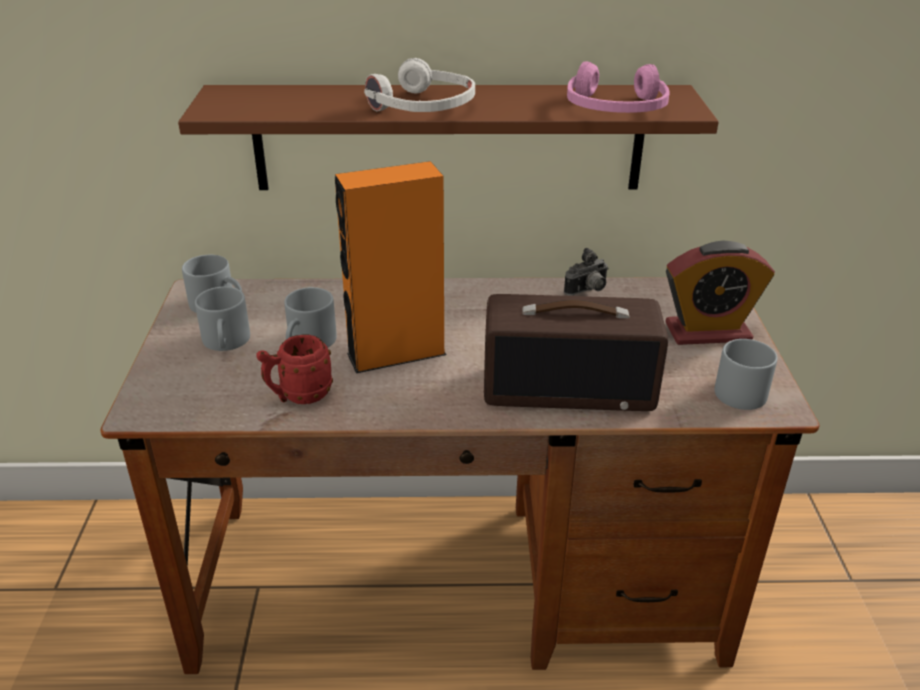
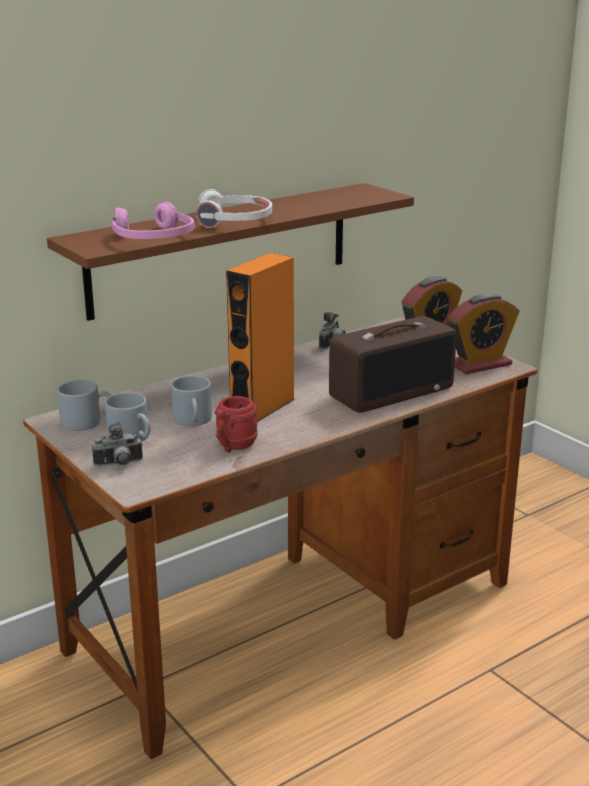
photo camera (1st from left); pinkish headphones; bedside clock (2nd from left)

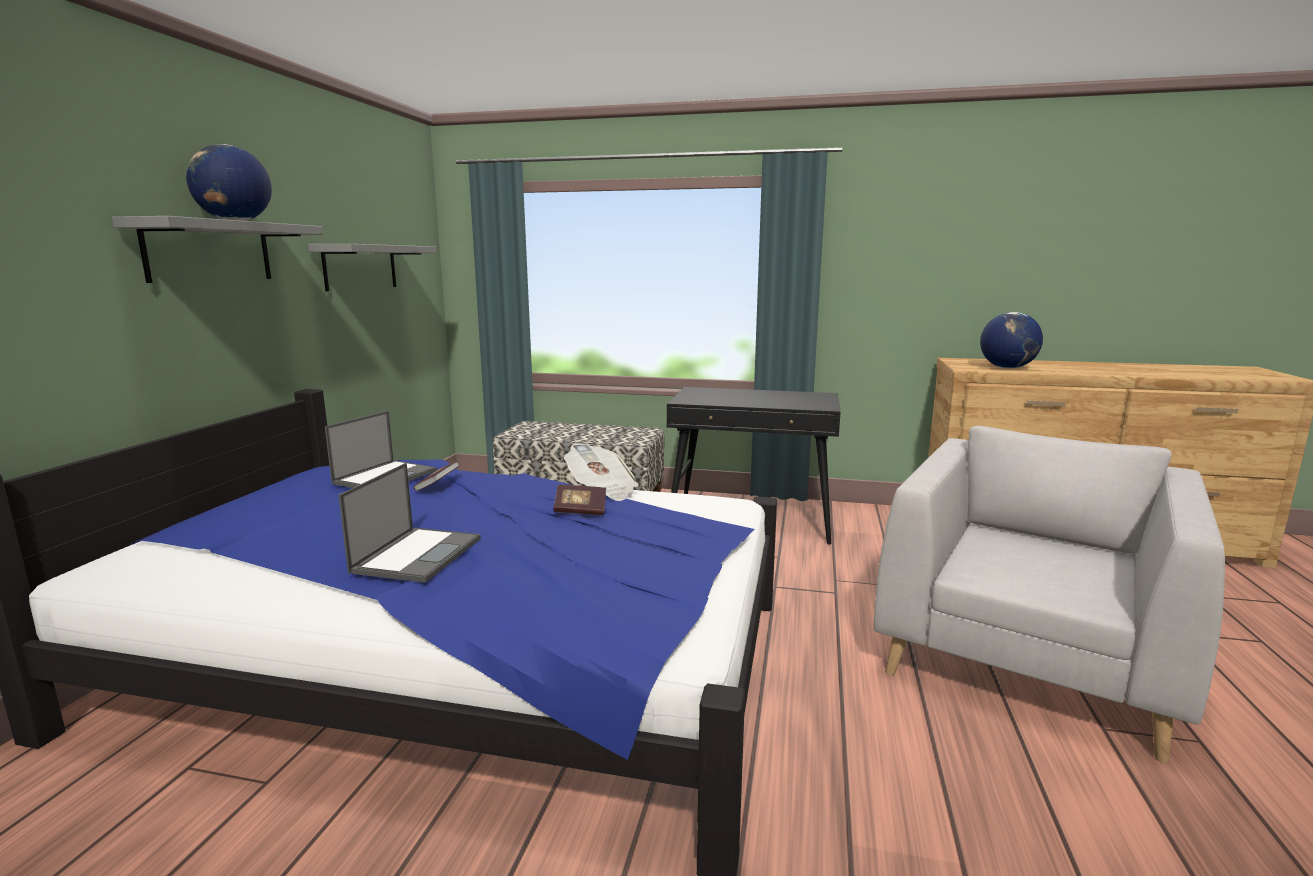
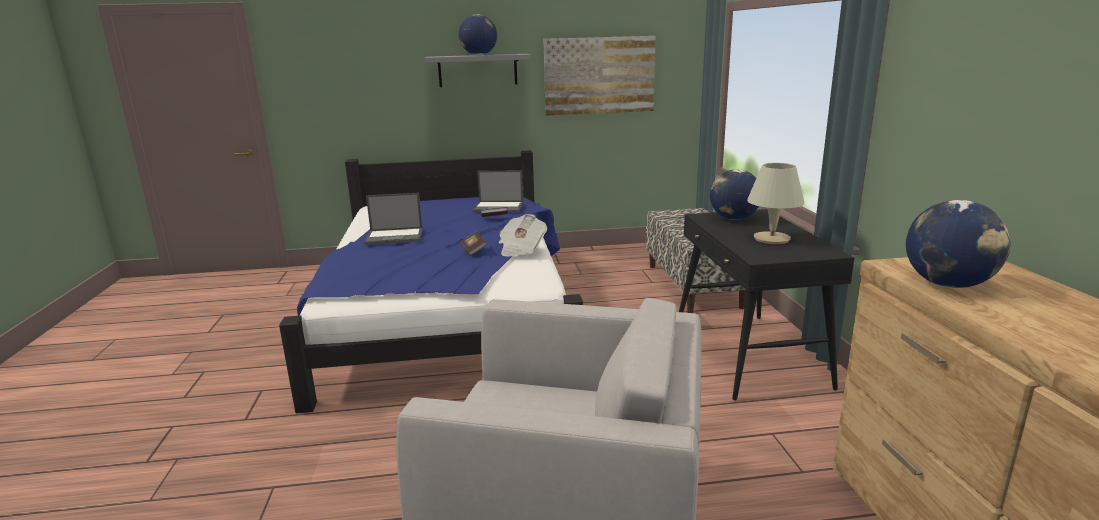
wall picture; desk globe (2nd from left); beige table lamp

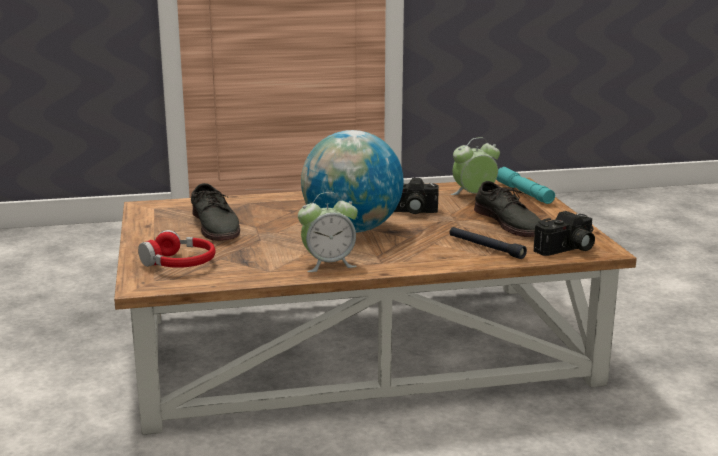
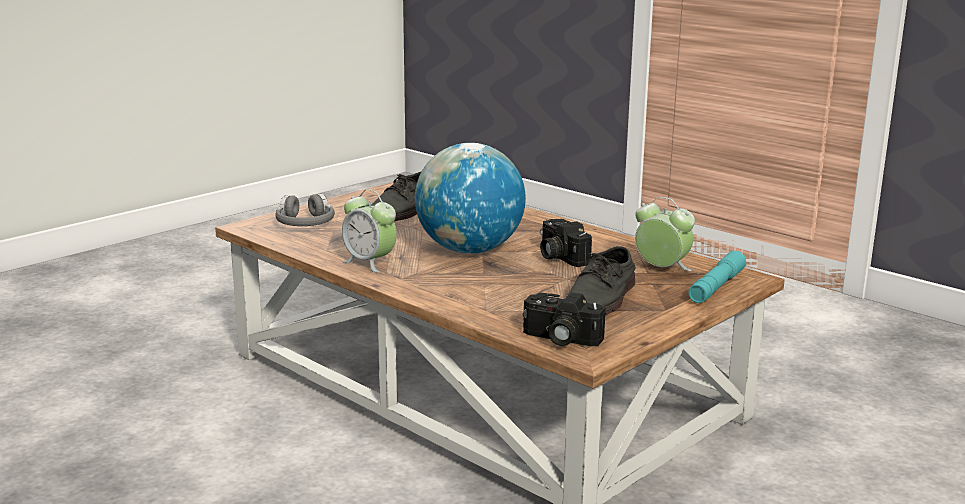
greyish headphones; black-coloured hand torch

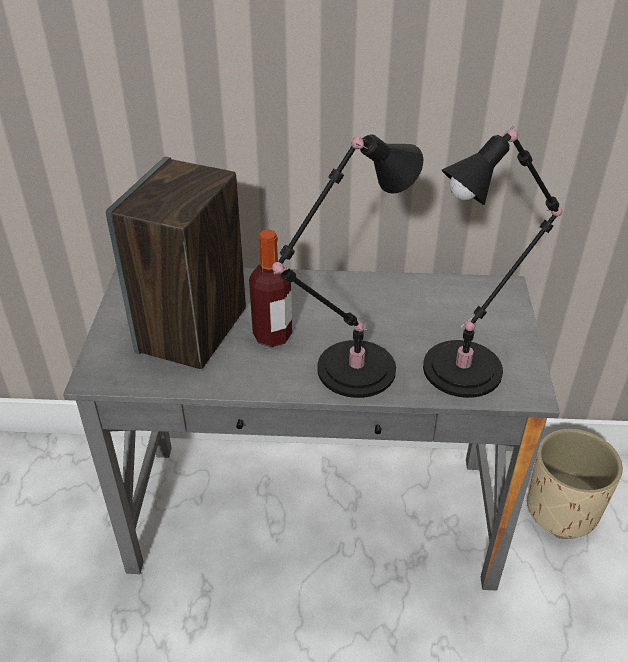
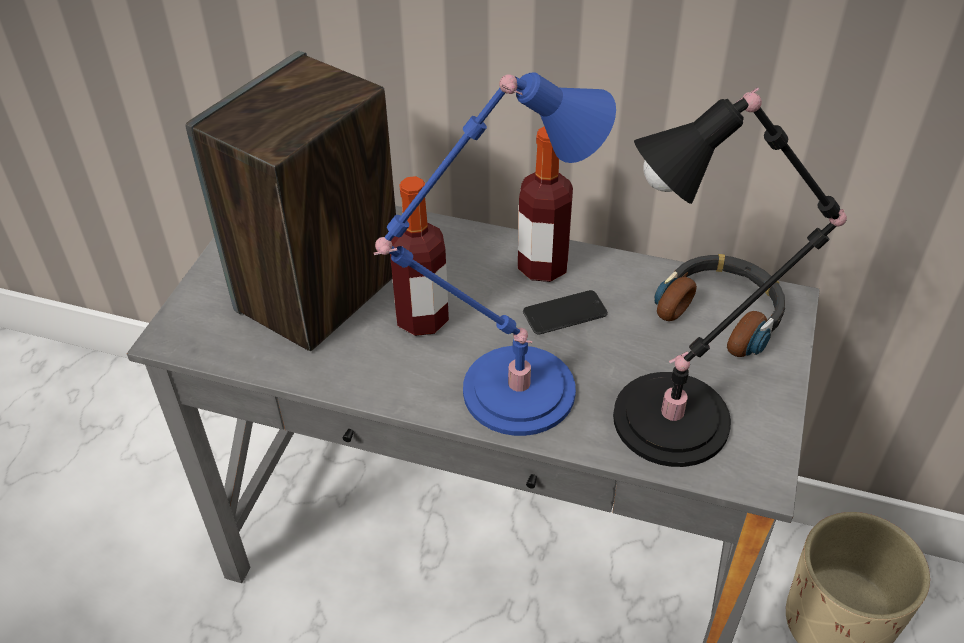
bluish table lamp; bottle (2nd from left); handset; headphones

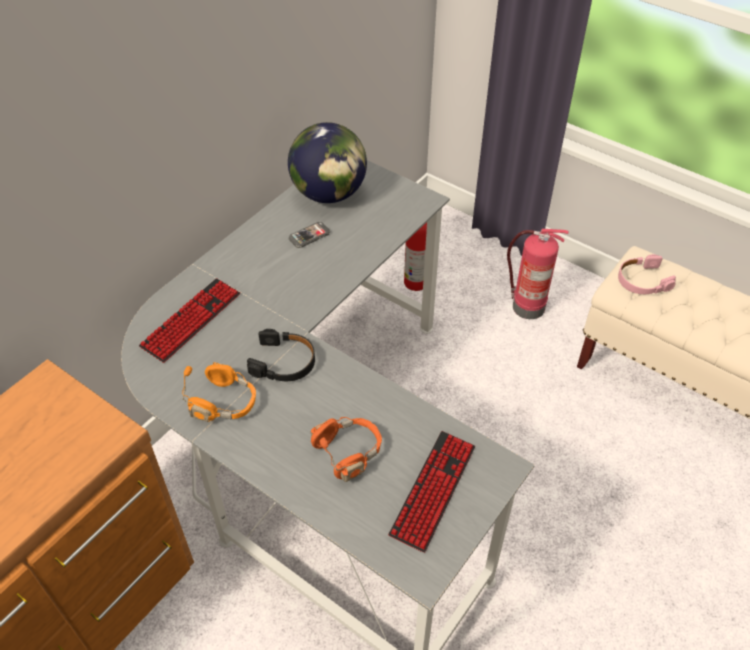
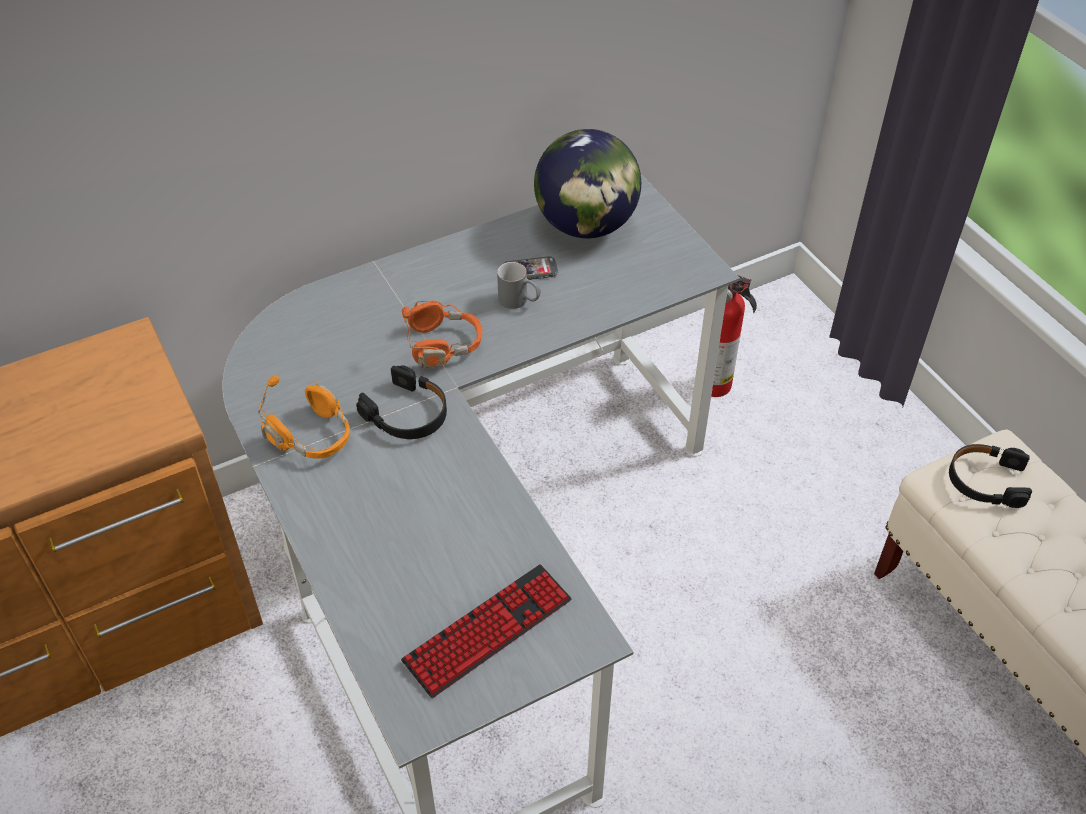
orange-coloured headphones (2nd from left); greyish mug; black-coloured headphones (2nd from left); computer keyboard (1st from left in the first image); extinguisher (2nd from left in the first image)

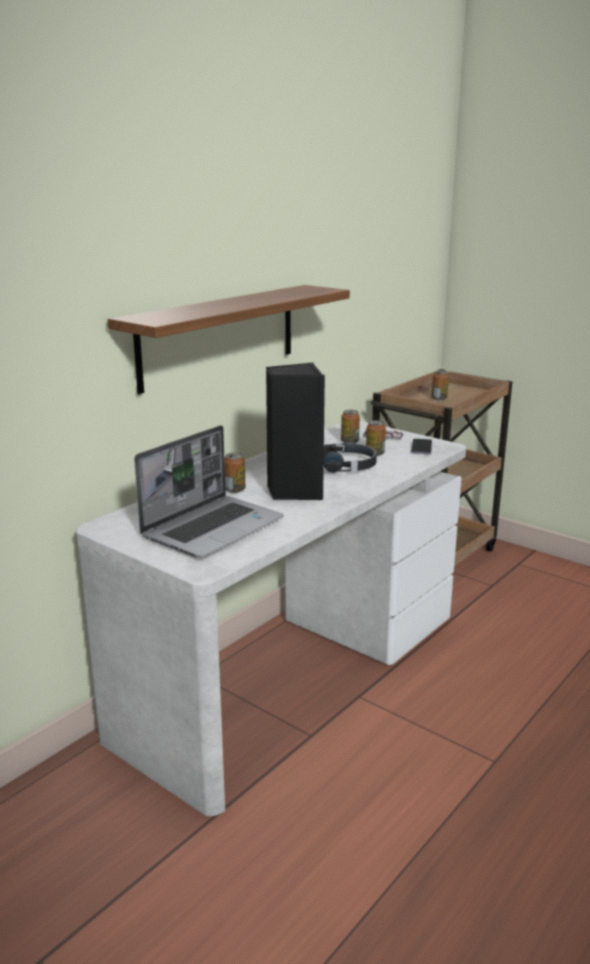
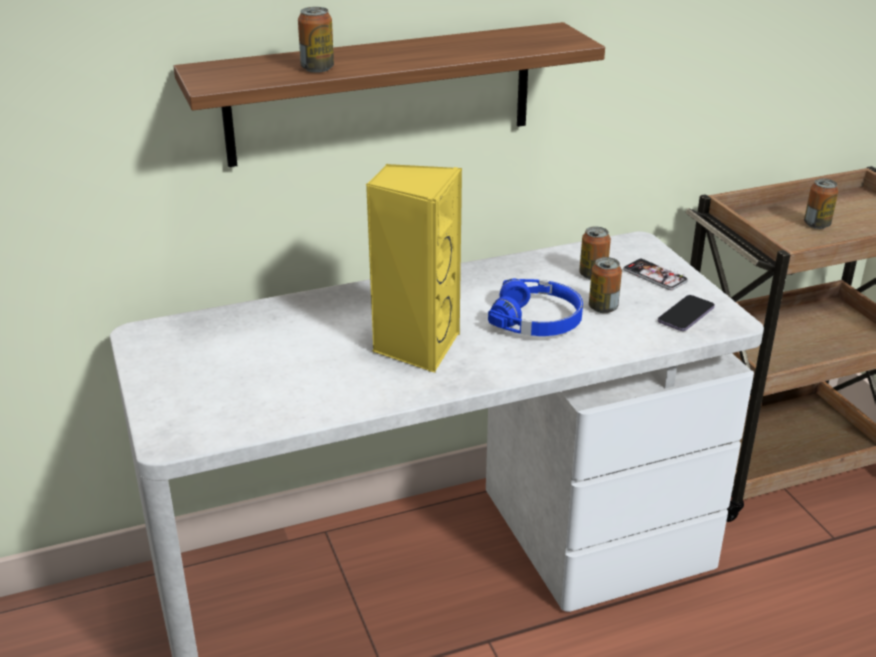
sealed can (1st from left); yellow-coloured audio speaker; bluish headphones; notebook computer

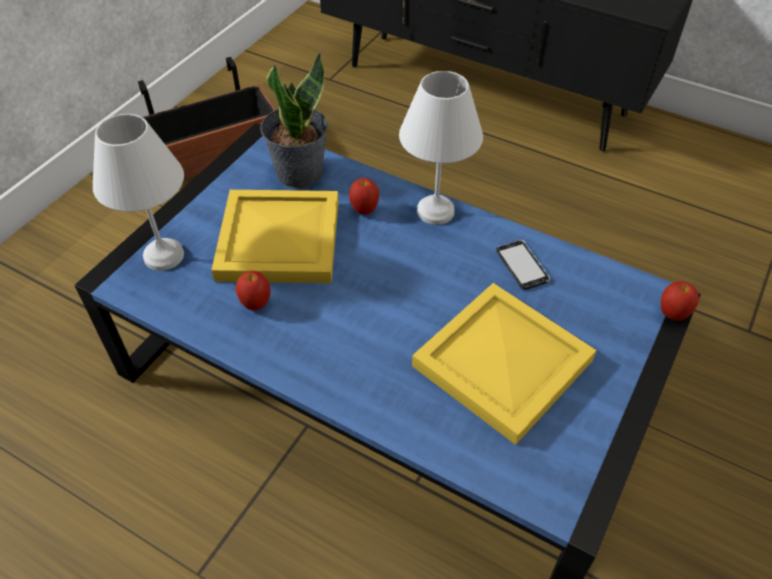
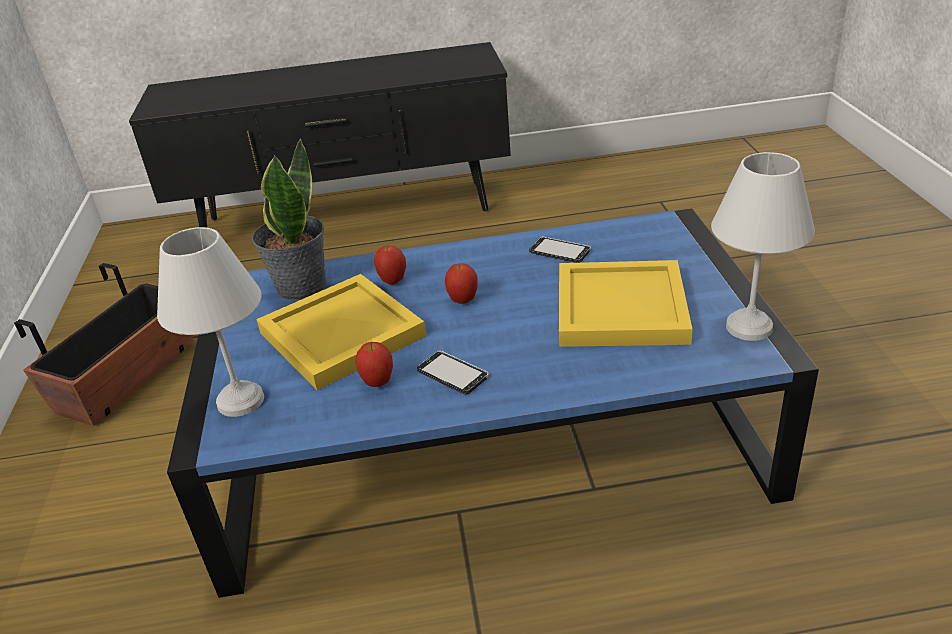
handset (1st from left); apple (3rd from left); whitish table lamp (2nd from left)

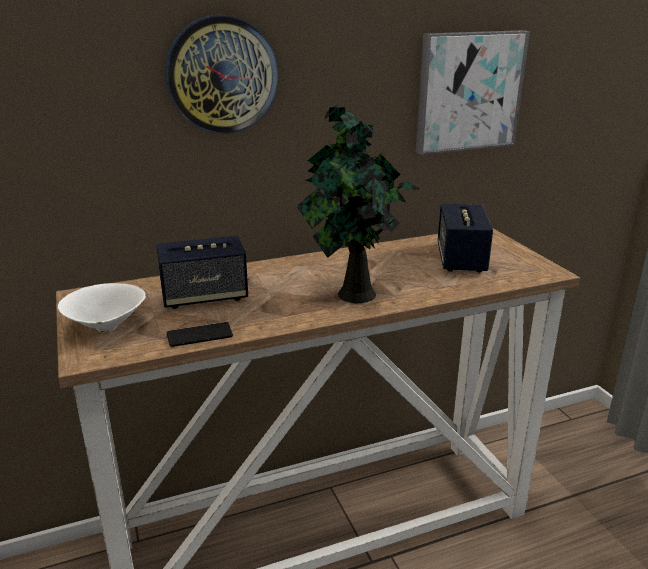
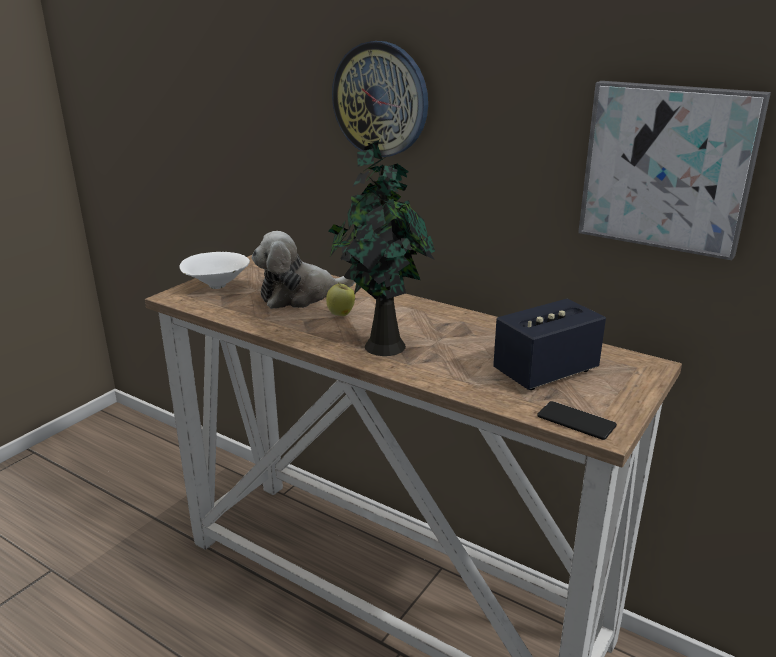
soft toy; apple; handset

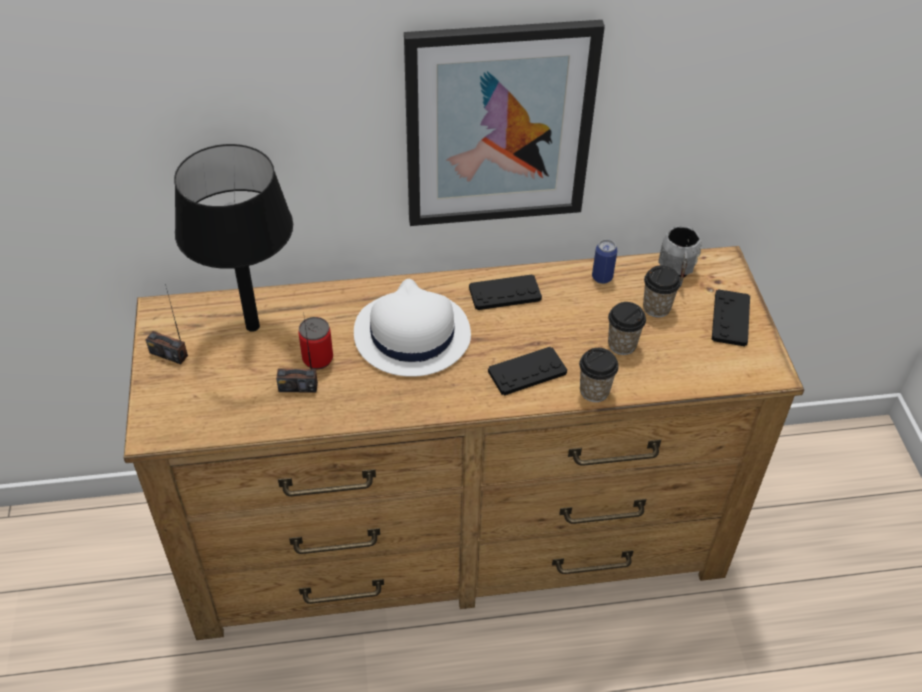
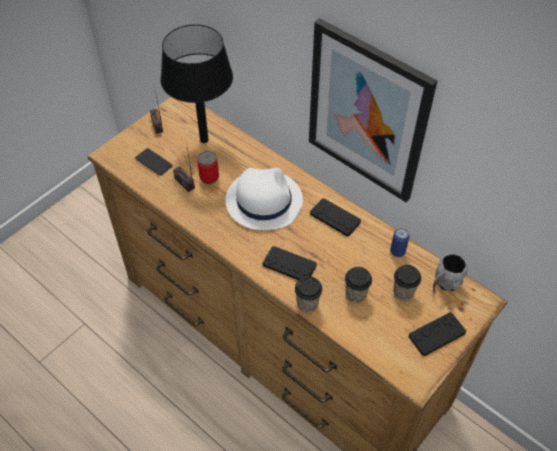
handset

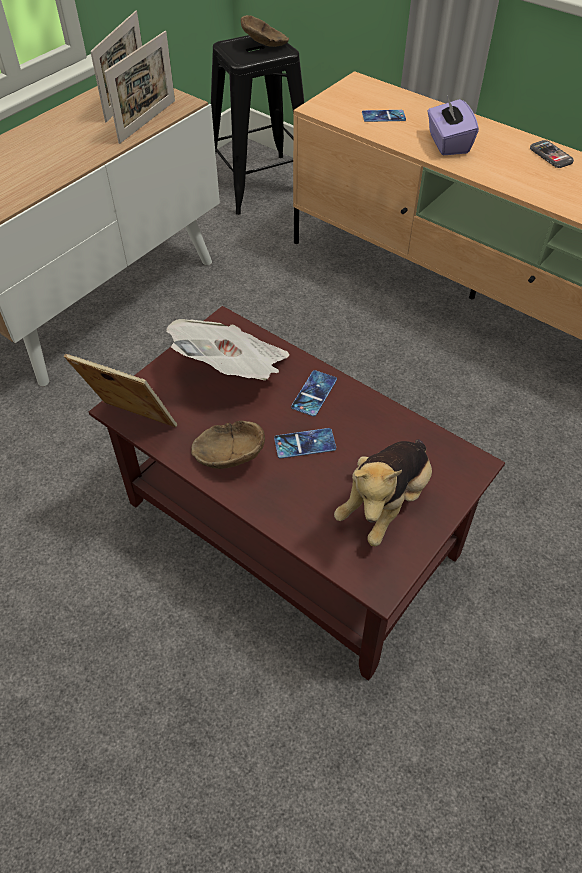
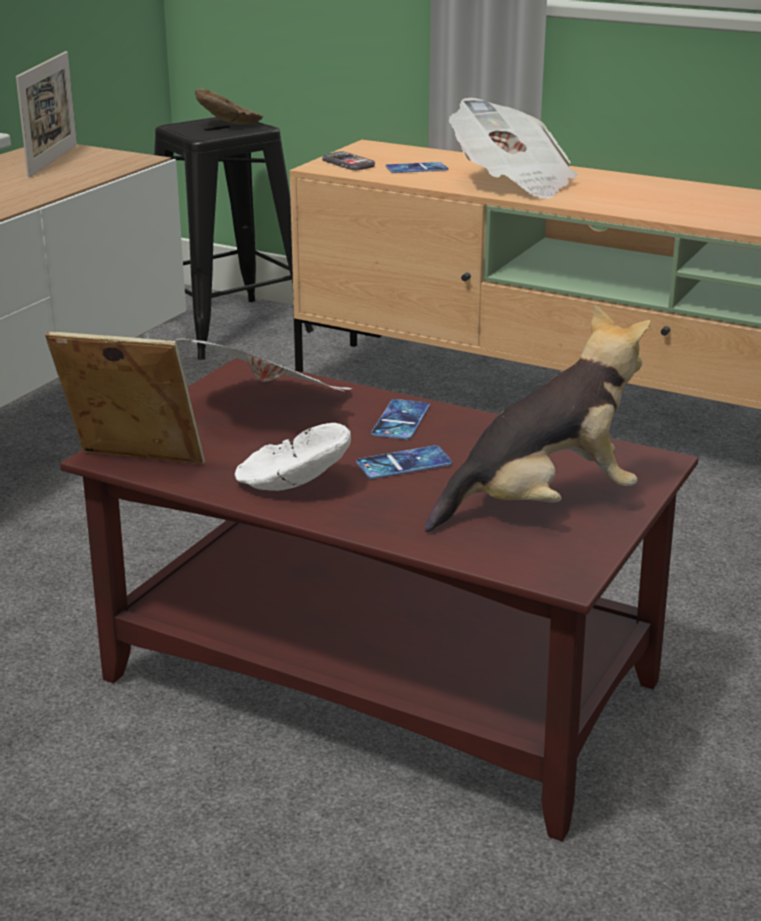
whitish bowl; handset (1st from left); soft toy; daily paper (2nd from left); picture frame (3rd from left in the first image)

